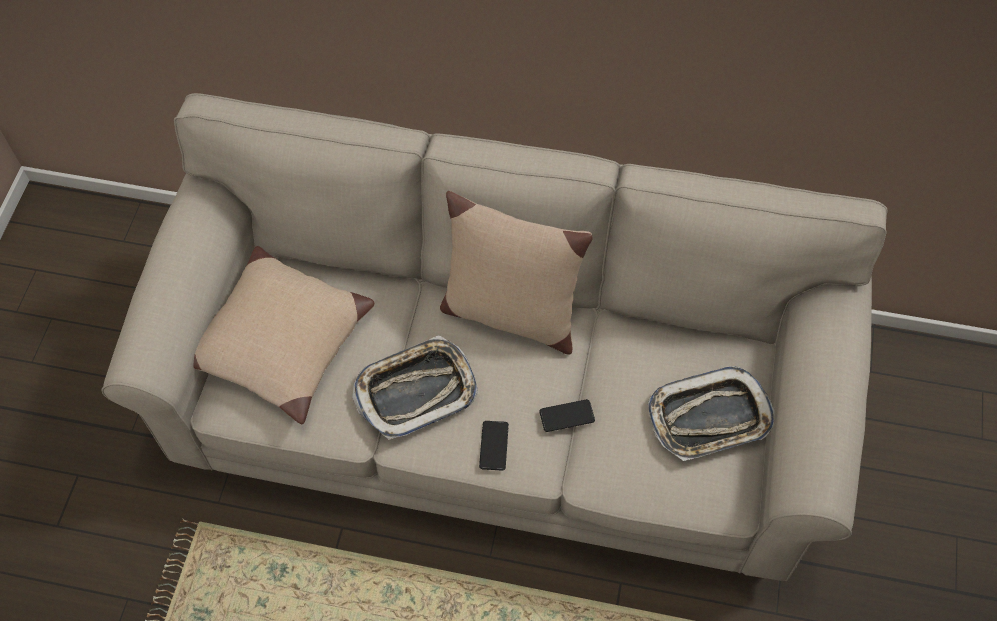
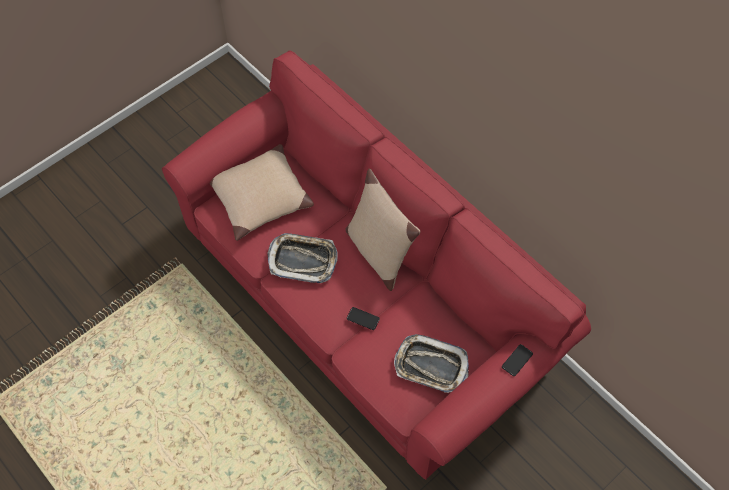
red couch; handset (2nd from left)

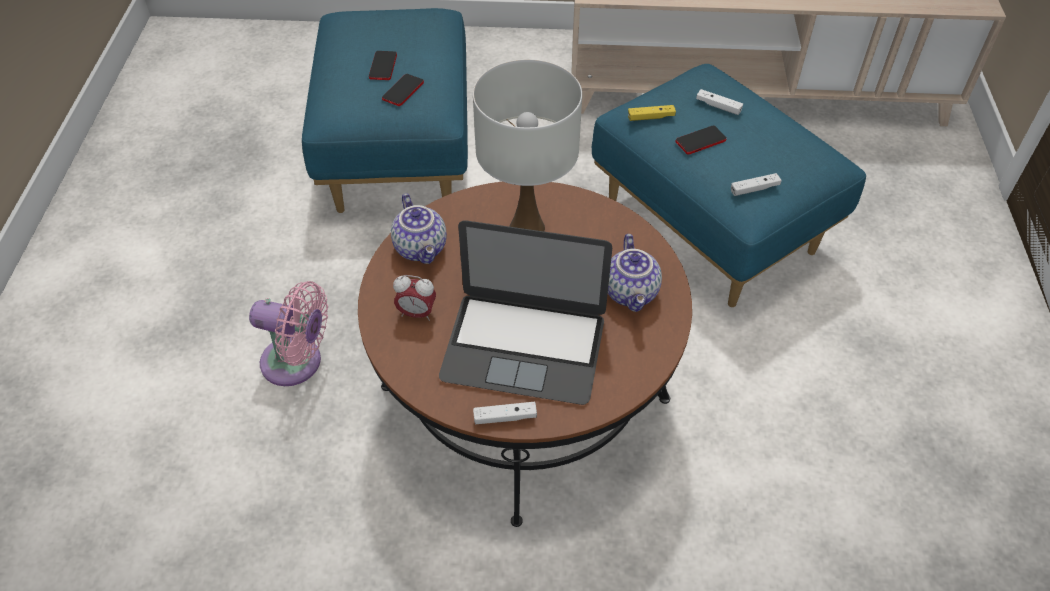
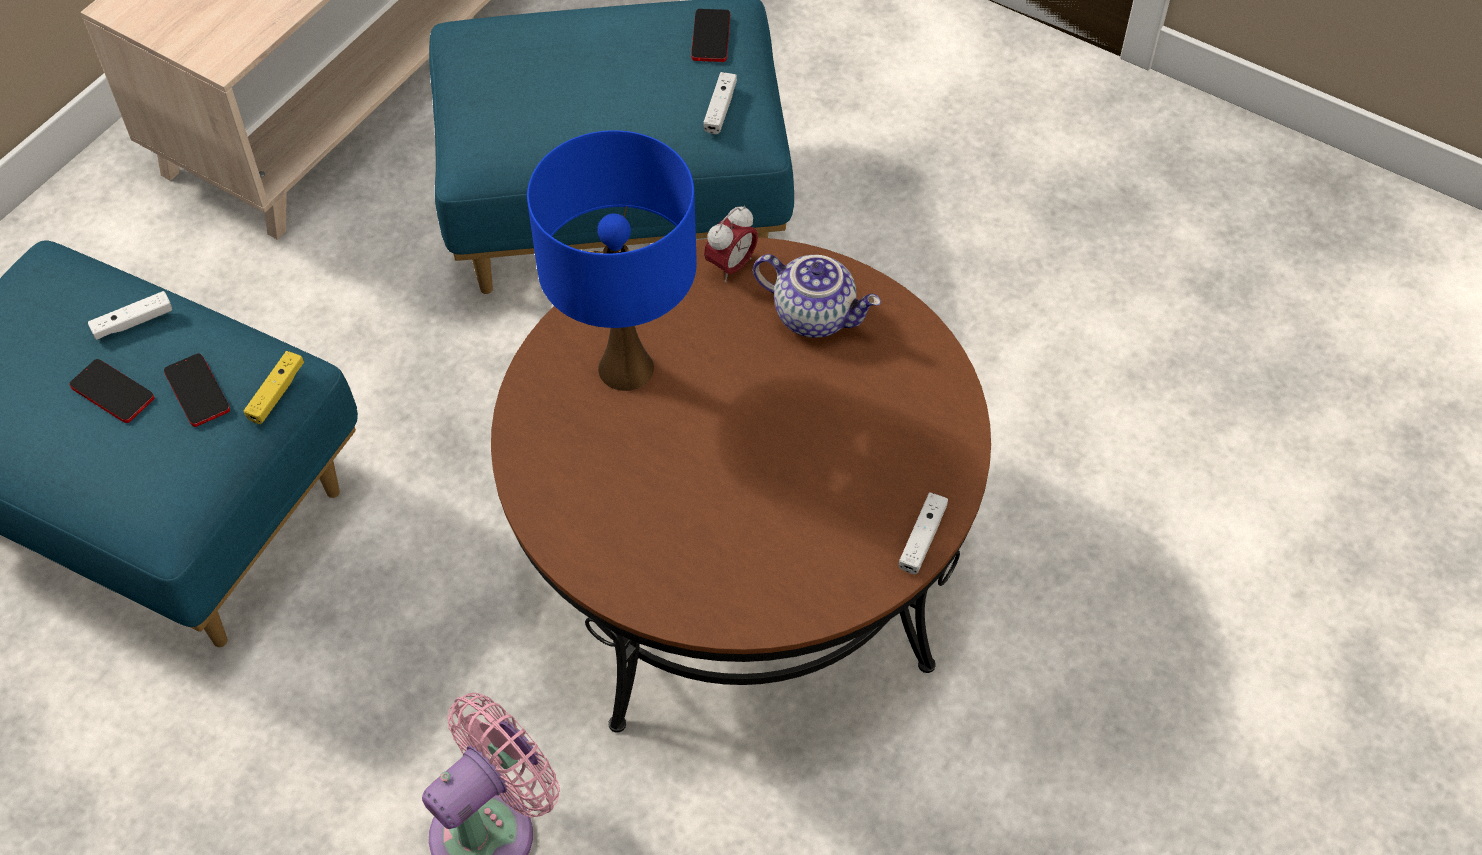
whitish joypad (1st from left); yellow-coloured joypad; bluish table lamp; handset (3rd from left); bedside clock; tea pot (1st from left in the first image); notebook computer

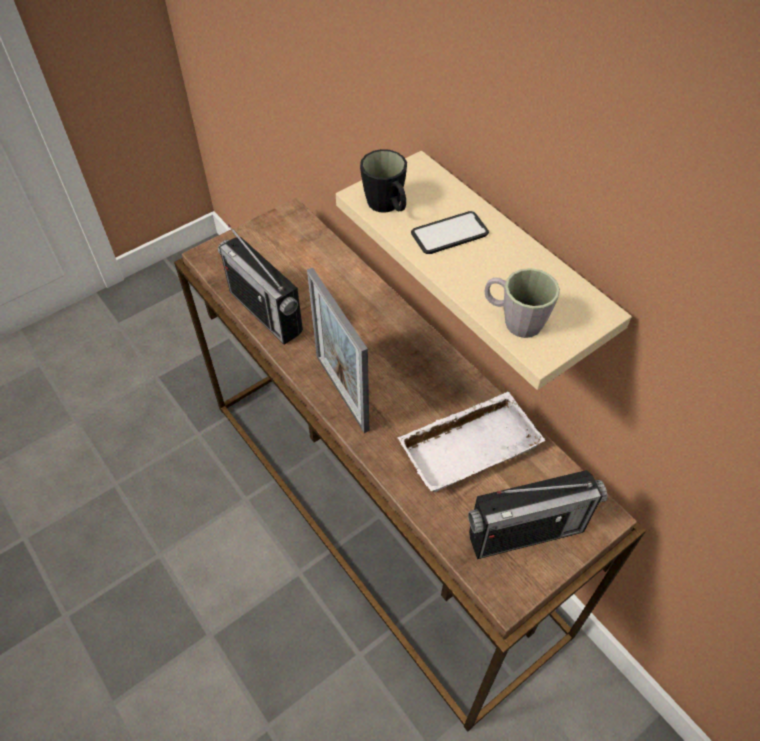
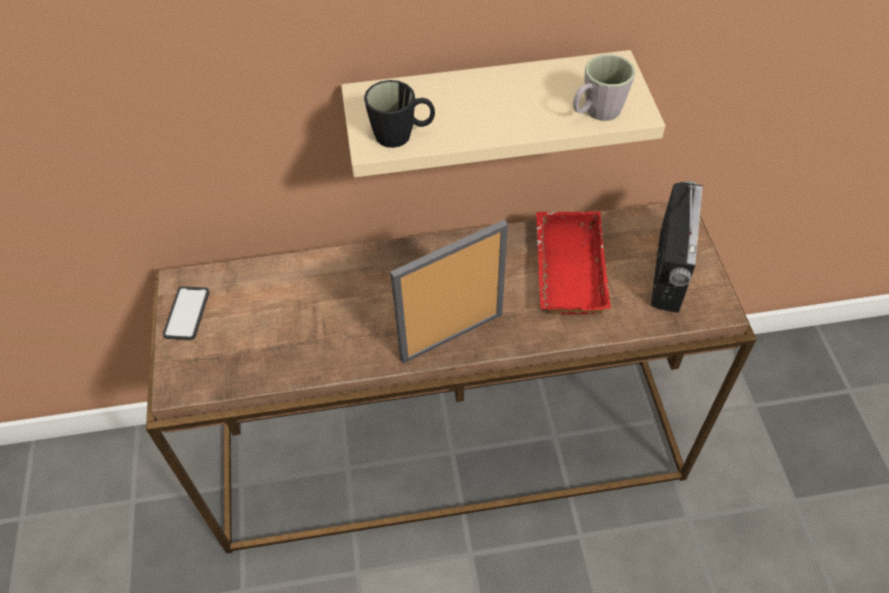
handset; picture frame; red serving tray; radio receiver (1st from left in the first image)

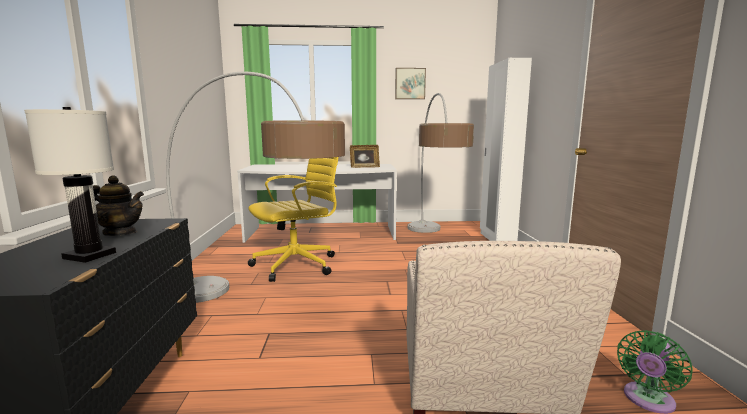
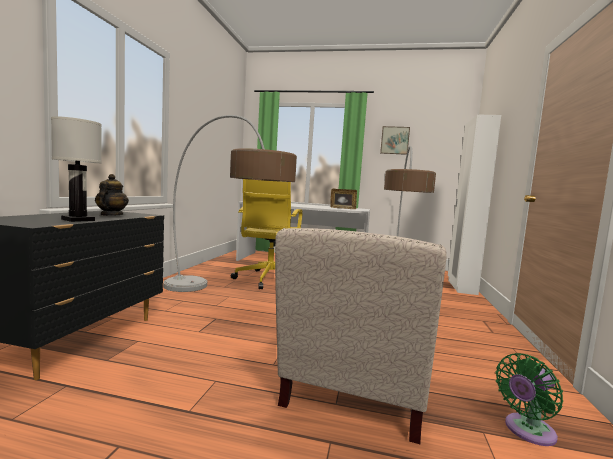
tea pot; yellow-coloured desk chair

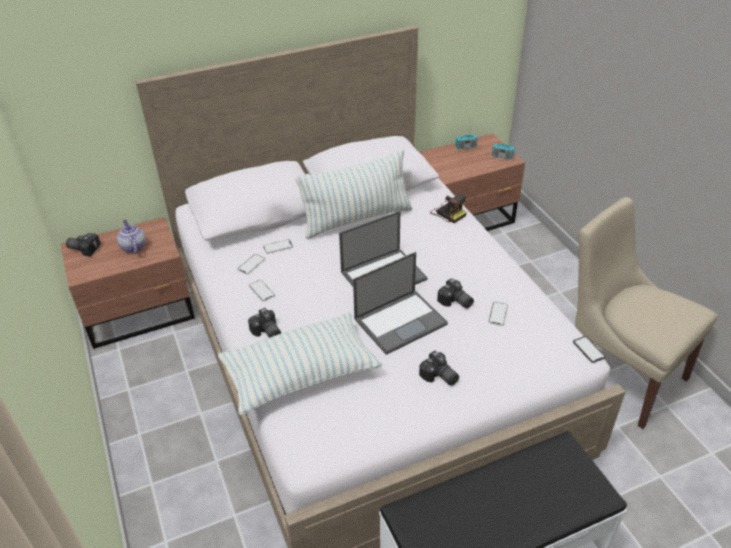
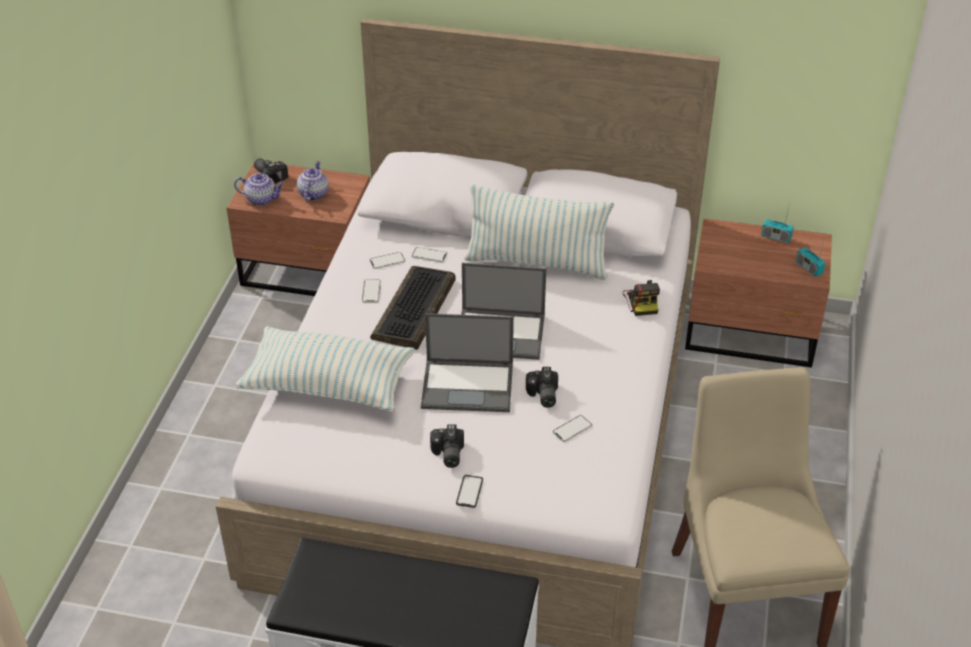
tea pot (1st from left); computer keyboard; handset (4th from left); photo camera (2nd from left in the first image)

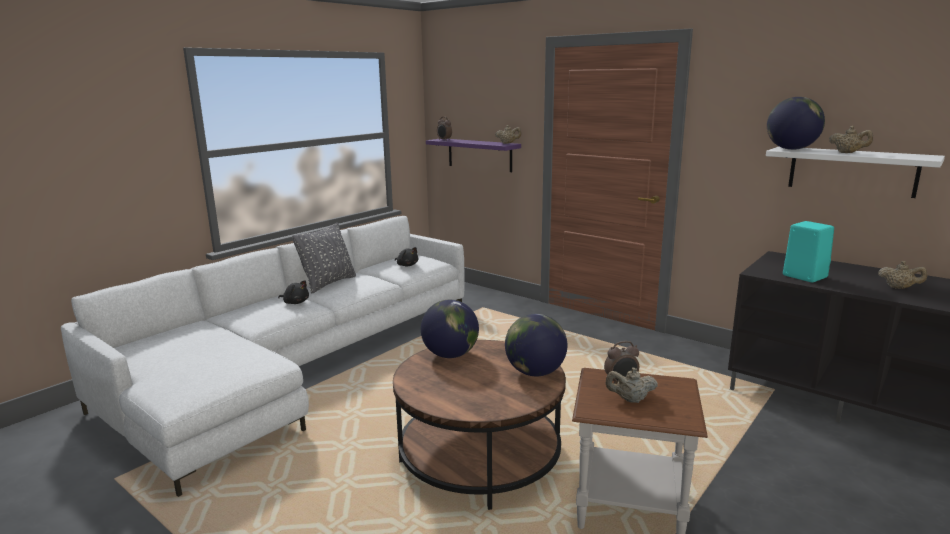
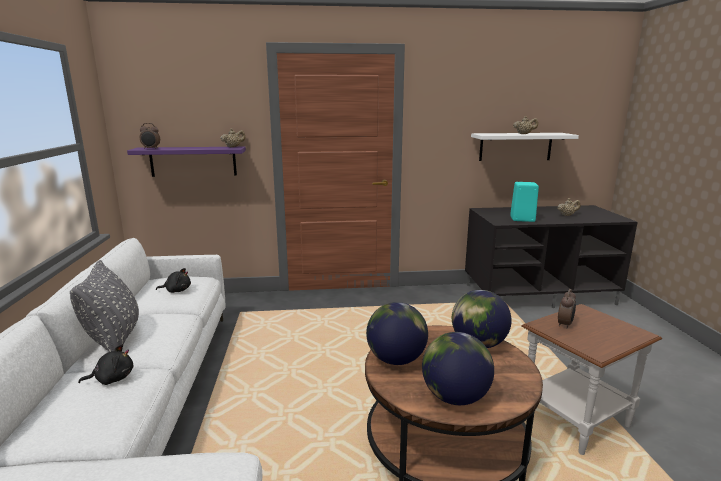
desk globe (2nd from left); beige tea pot (2nd from left in the first image)

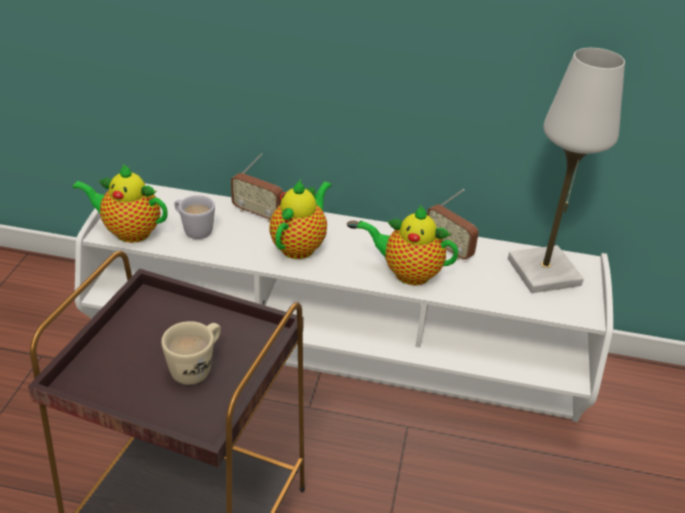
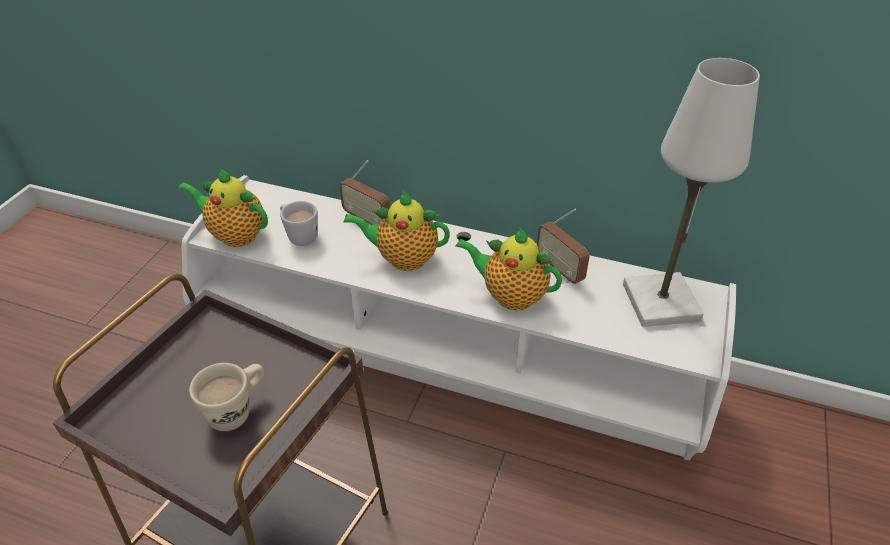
tea pot (2nd from left)

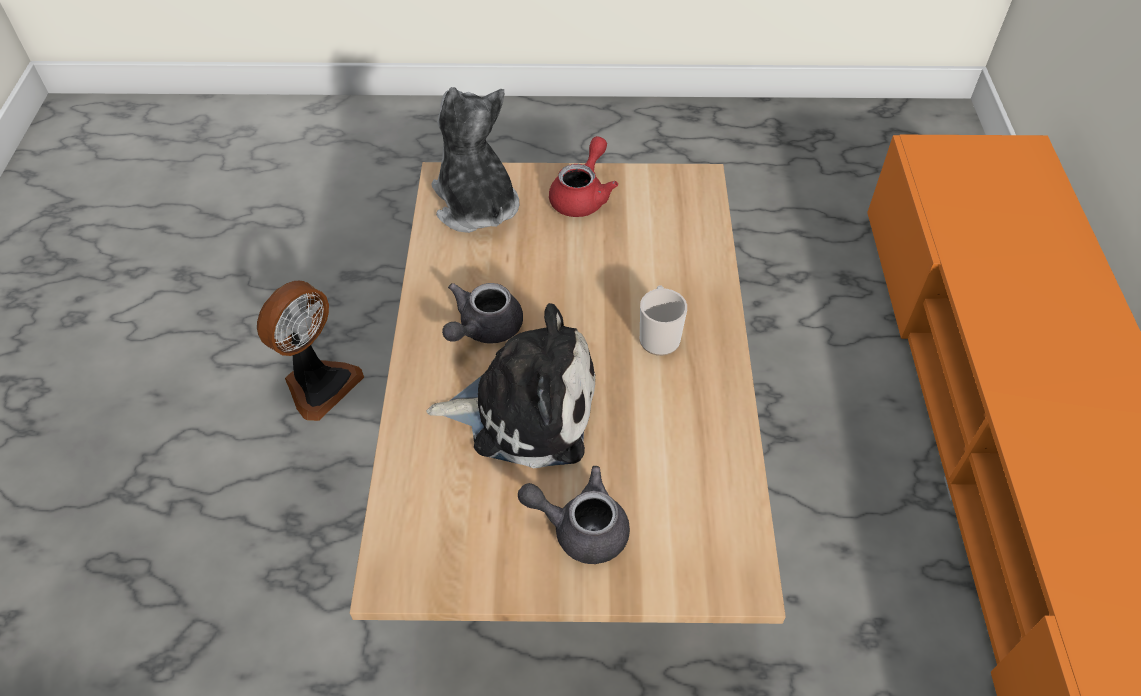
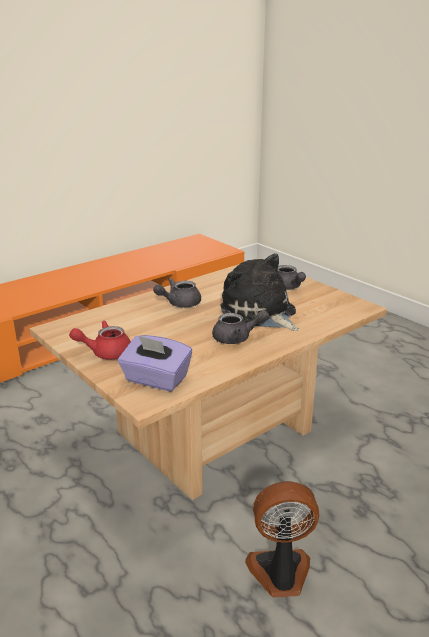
purple-coloured tissue box; greyish tea pot (1st from left)

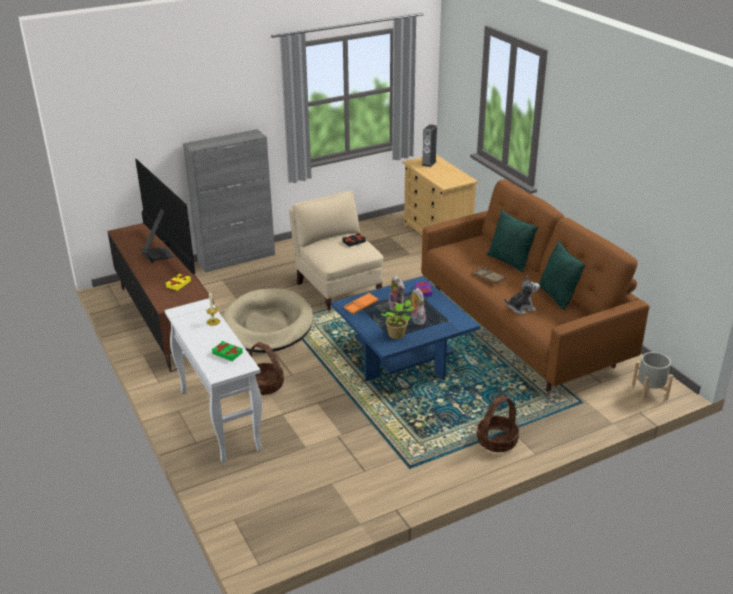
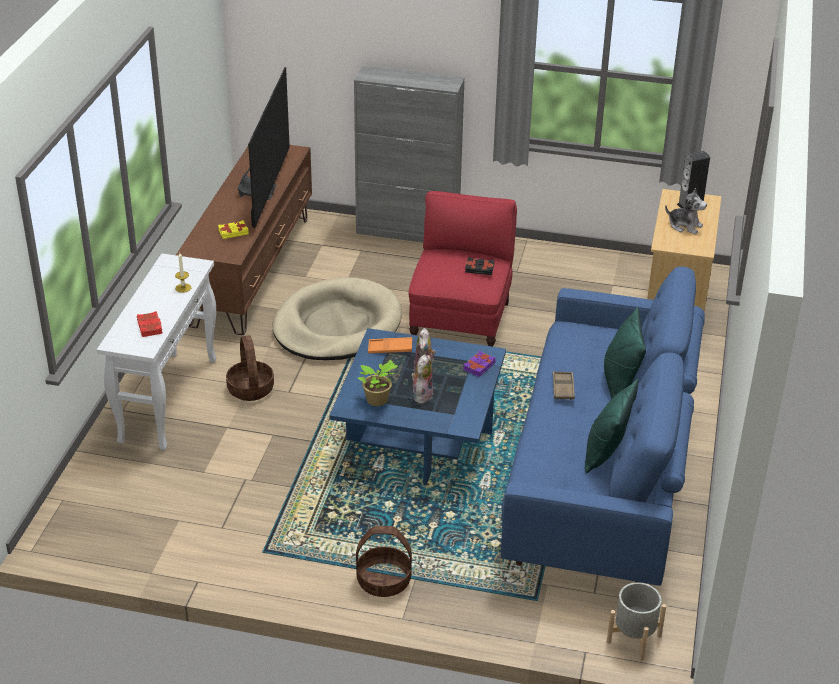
red book; red lounge chair; bluish couch; soft toy (3rd from left)

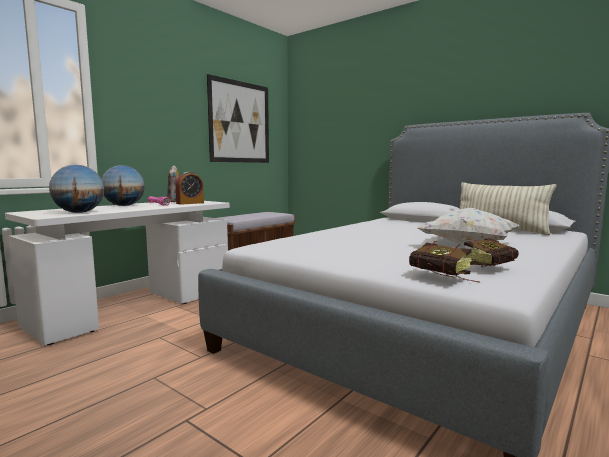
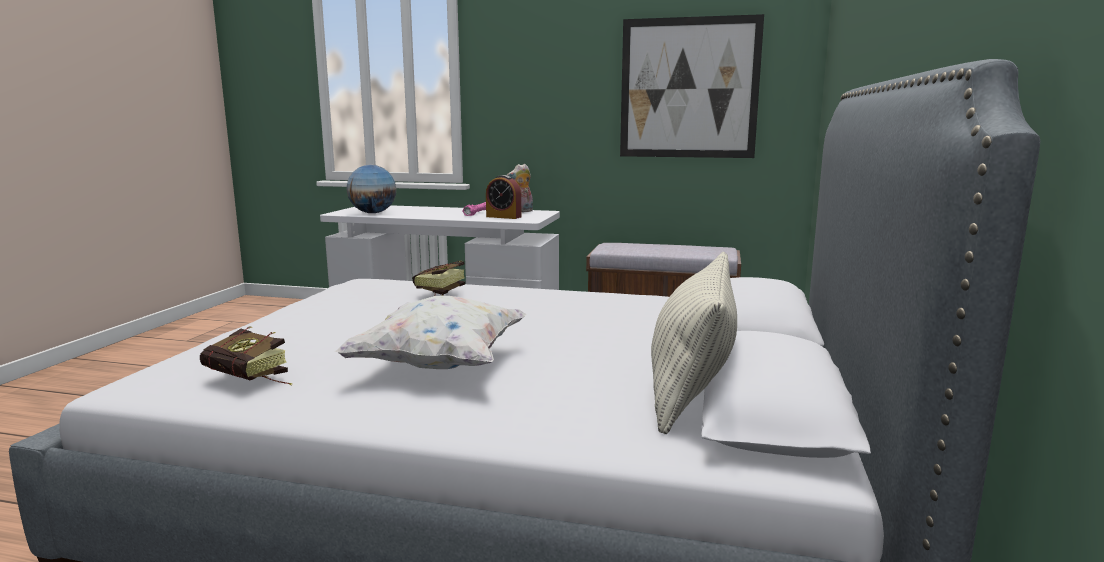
book (2nd from left); desk globe (2nd from left in the first image)

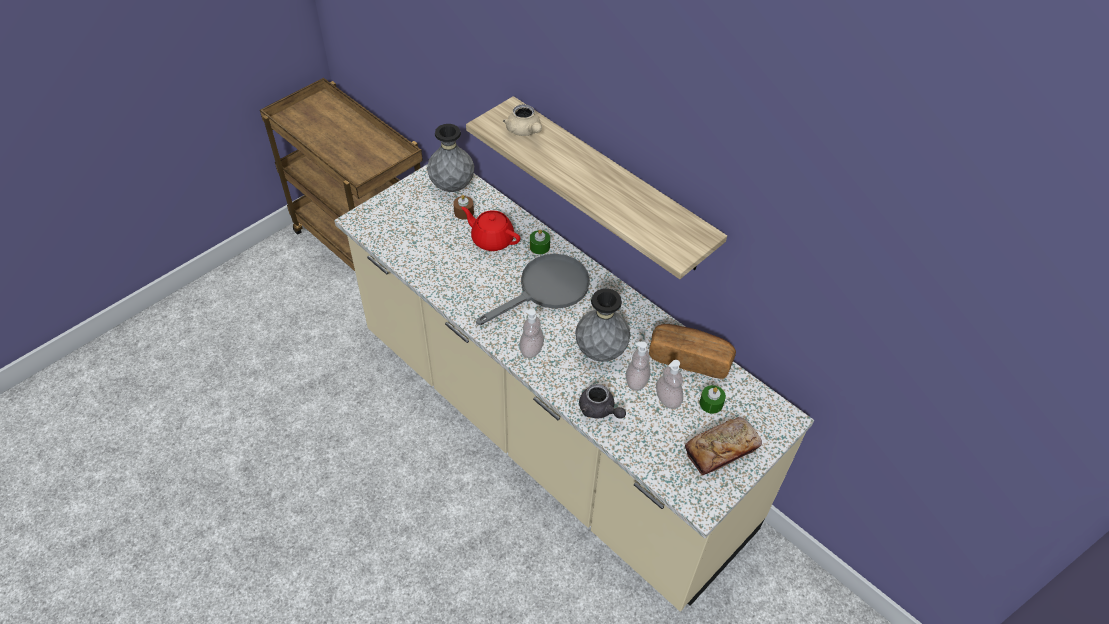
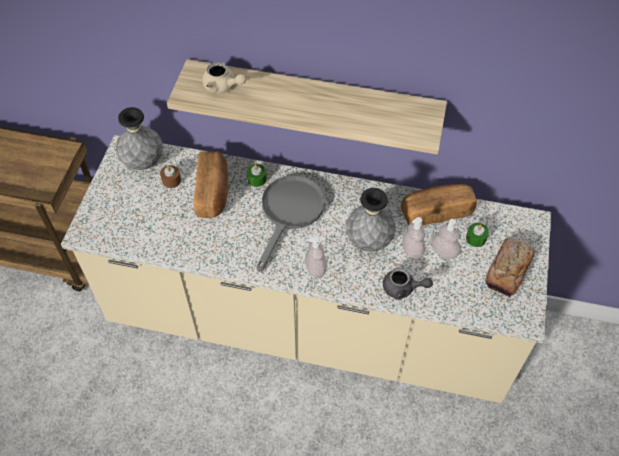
bakery bread (1st from left)

